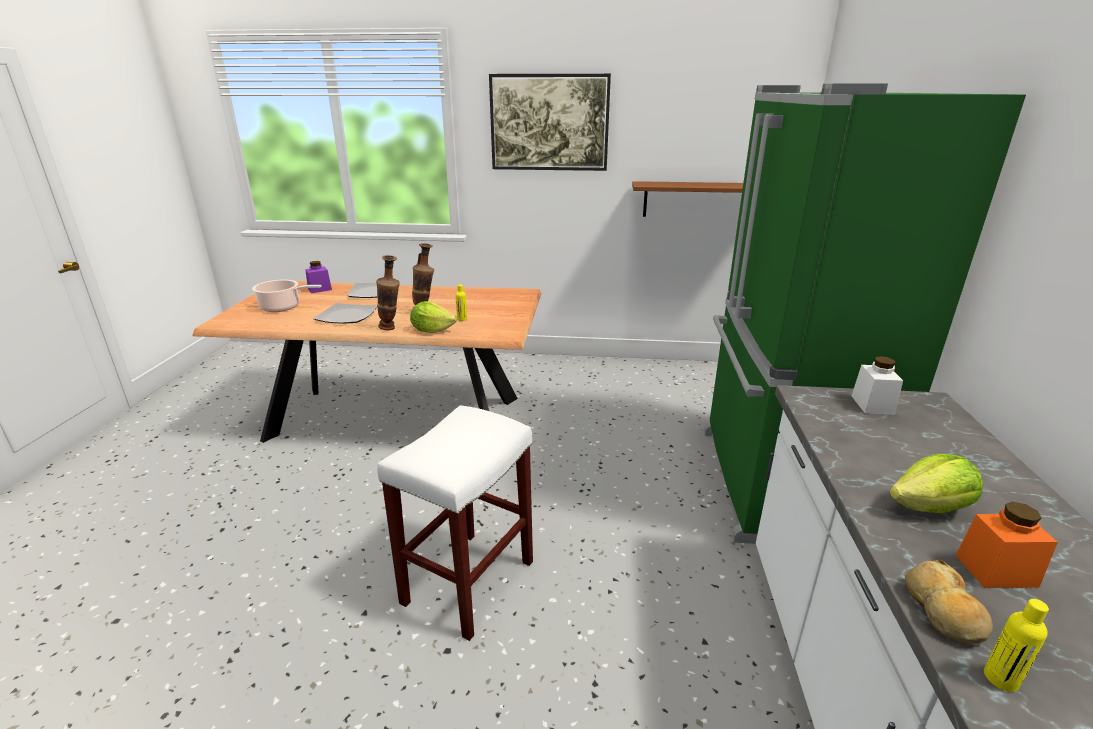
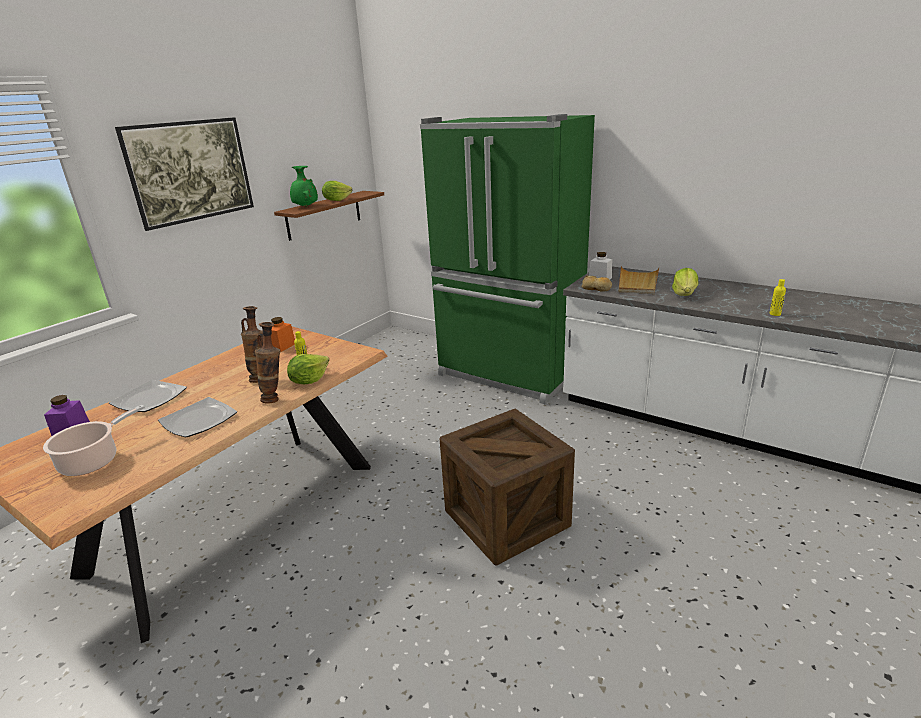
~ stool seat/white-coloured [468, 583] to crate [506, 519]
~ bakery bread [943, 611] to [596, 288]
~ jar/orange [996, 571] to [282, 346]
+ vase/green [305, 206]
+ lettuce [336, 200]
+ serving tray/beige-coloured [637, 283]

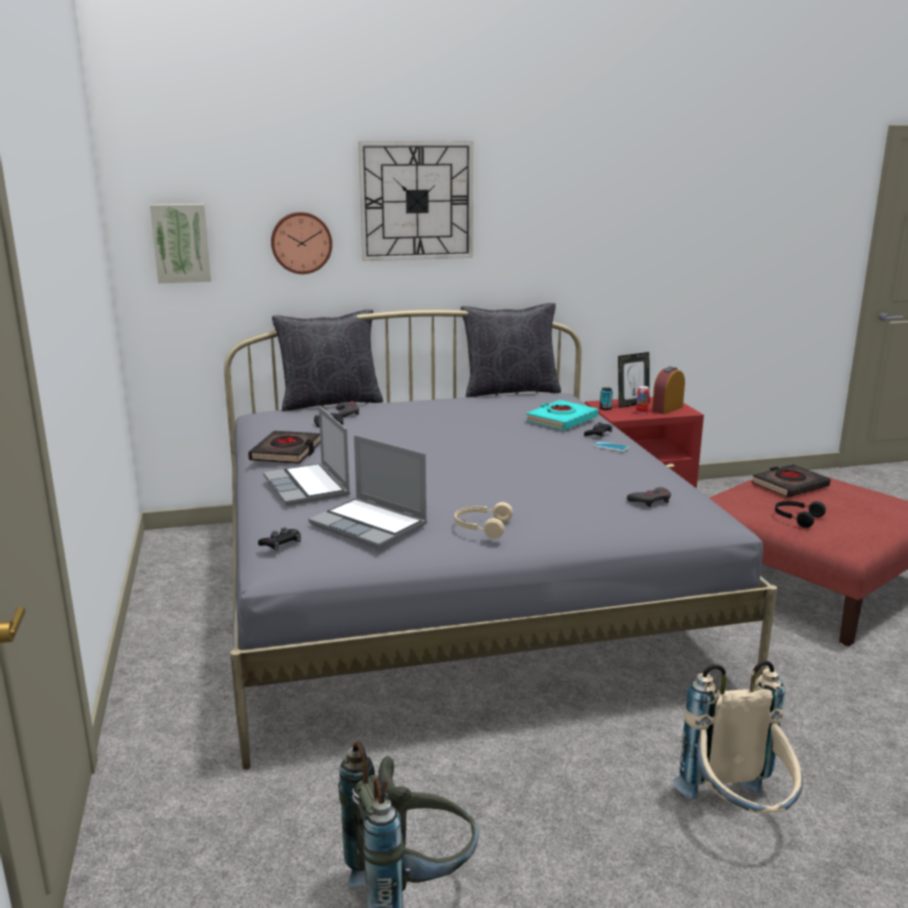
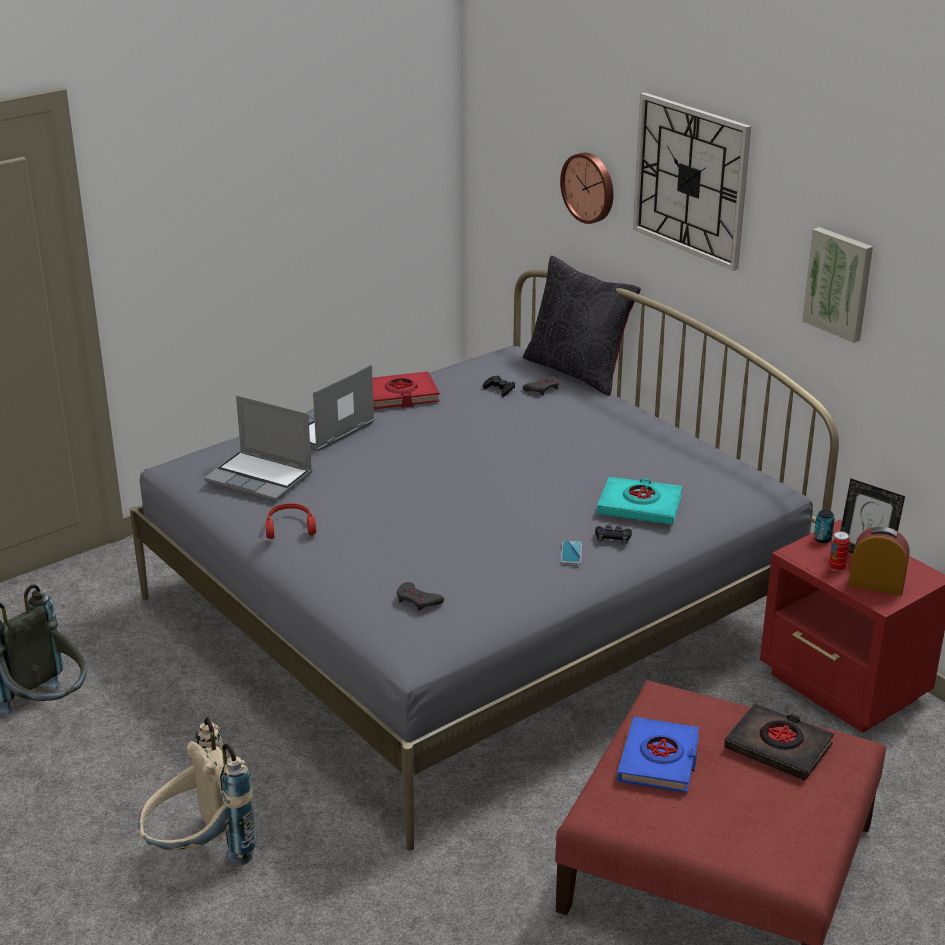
~ wall art [181, 243] to [839, 283]
~ book/black [286, 452] to book/red-coloured [401, 395]
- gamepad/black [281, 543]
~ notebook computer [370, 525] = [261, 478] 75 degrees counterclockwise
~ headphones/beige-coloured [481, 527] to headphones/red-coloured [290, 527]
- throw pillow/black [510, 391]
~ headphones/black [796, 518] to book/blue [659, 760]

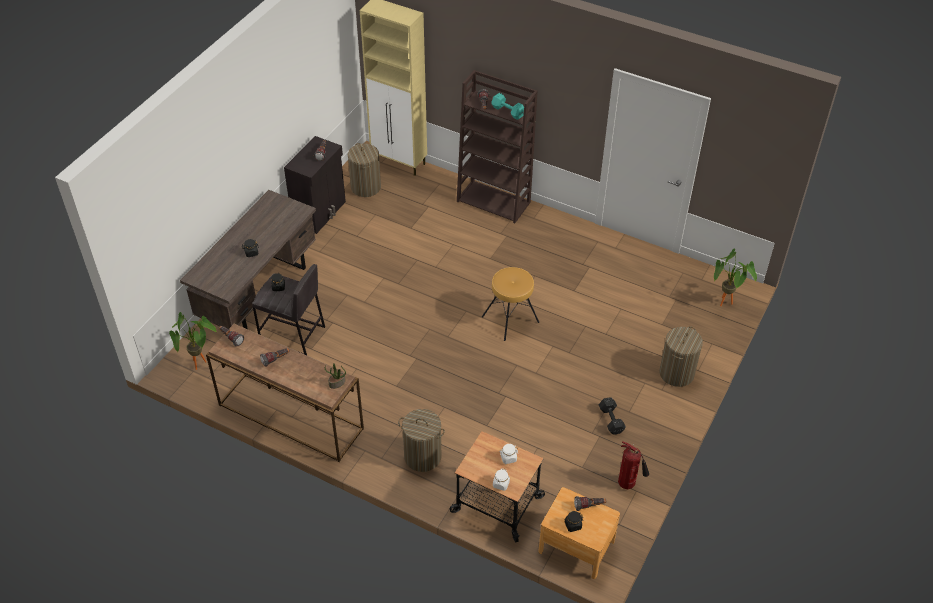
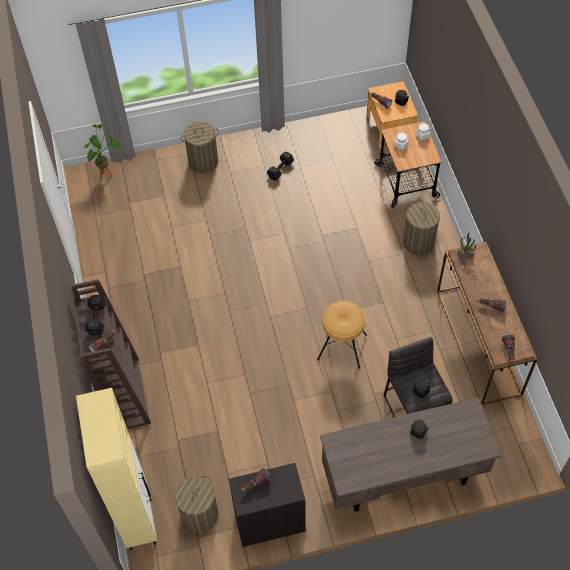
- plant in a pot [200, 366]
~ stool seat/brown-coloured [510, 319] to [342, 347]
~ dumbbell/blue-green [508, 112] to dumbbell/black [97, 318]
- fire-fighting cylinder [628, 484]

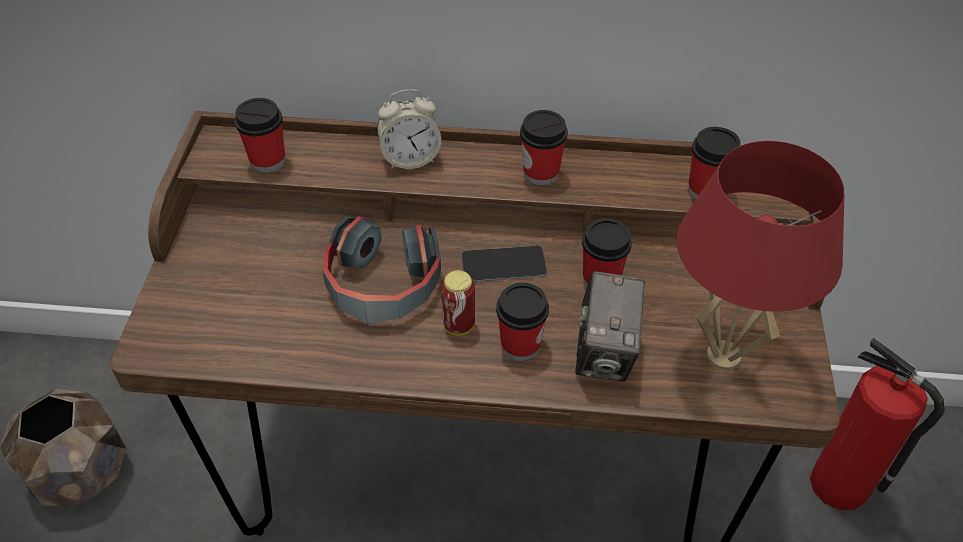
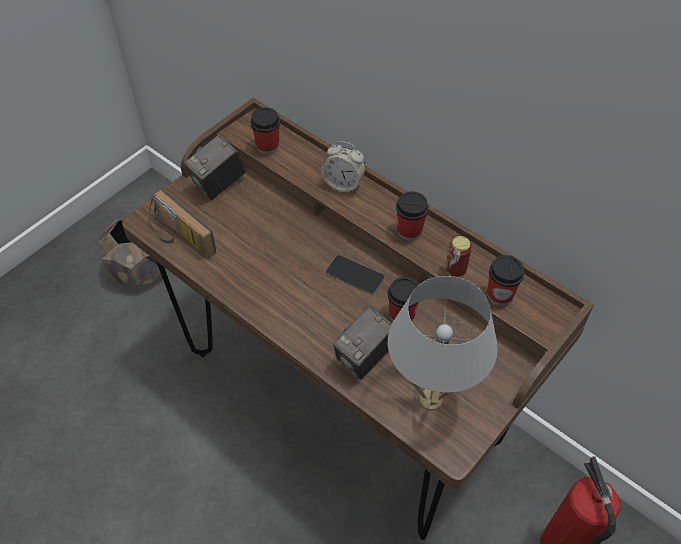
- headphones [382, 286]
~ can [459, 325] to [455, 271]
- drinking cup [520, 345]
~ tabletop lamp/red-coloured [722, 356] to tabletop lamp/white-coloured [430, 399]
+ radio [179, 237]
+ photo camera [218, 184]

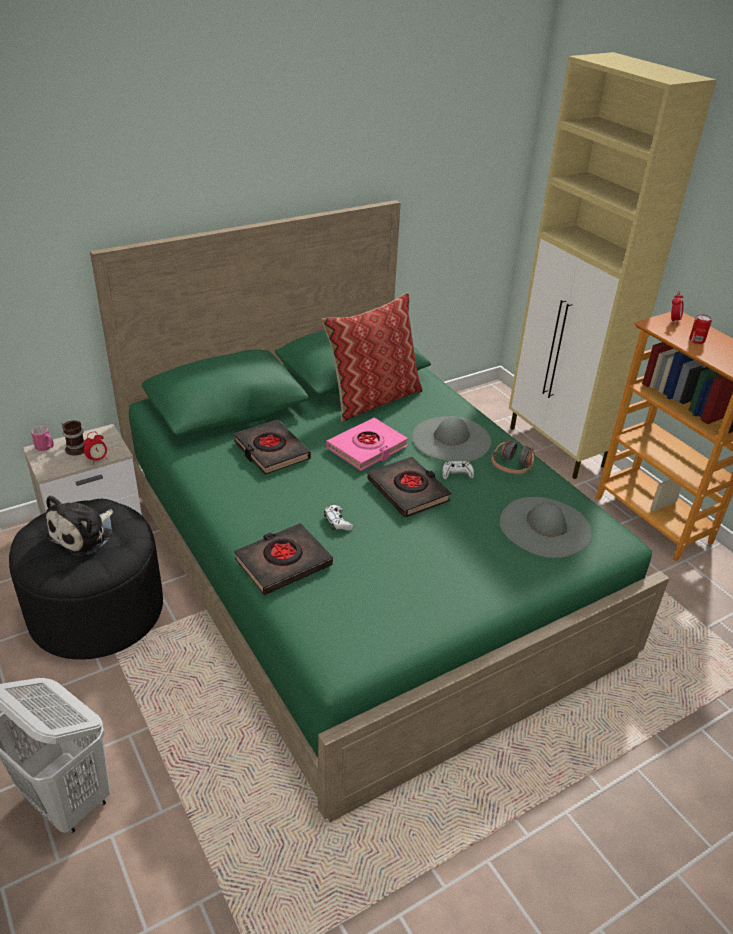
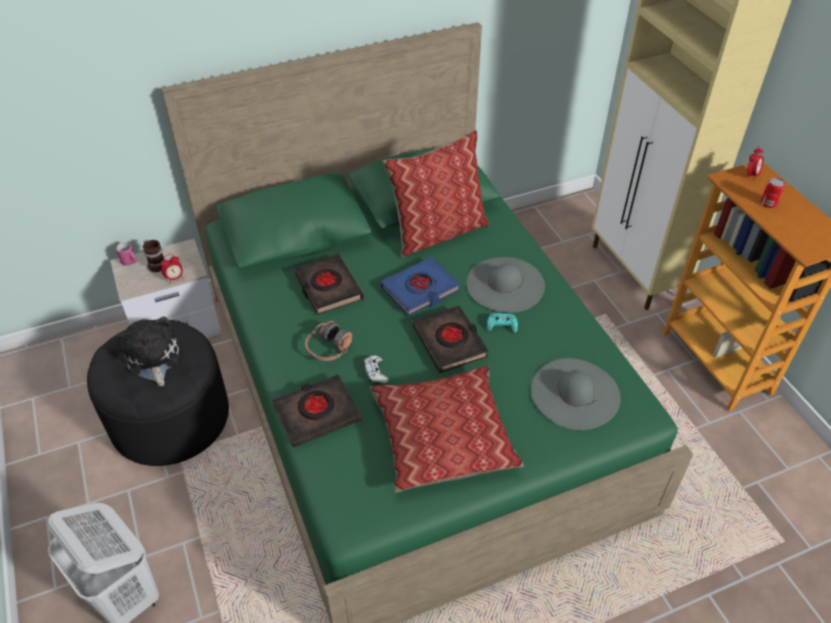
~ plush toy [84, 534] = [152, 358] 120 degrees clockwise
~ book/pink [367, 448] to book/blue [420, 290]
~ gamepad/white-coloured [457, 474] to gamepad/blue-green [501, 326]
~ headphones [511, 466] to [328, 348]
+ throw pillow [443, 436]

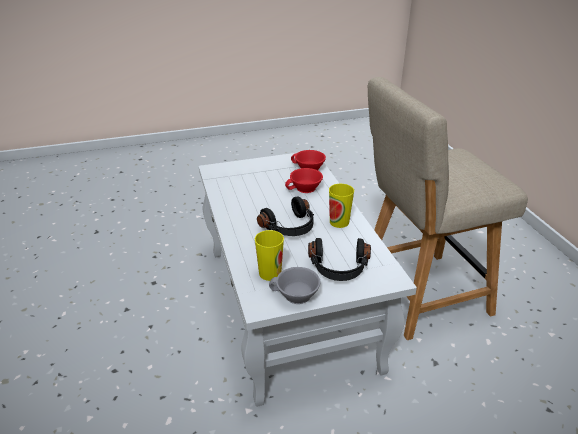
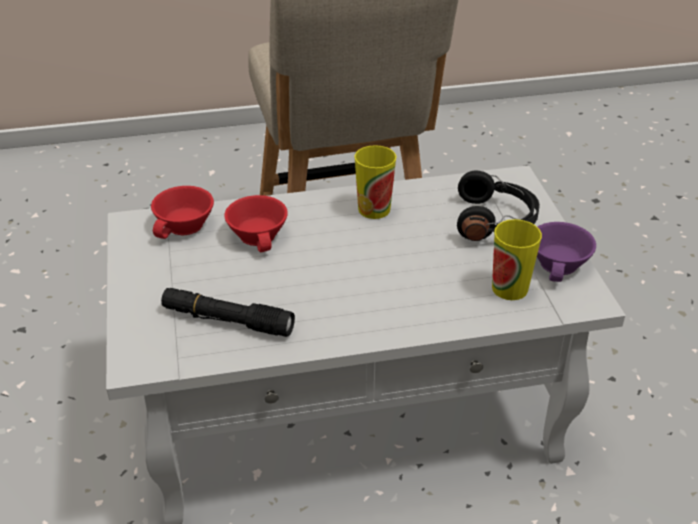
- headphones/black [290, 227]
~ drinking cup/grey [296, 296] to drinking cup/purple [561, 265]
+ torch/black [227, 320]

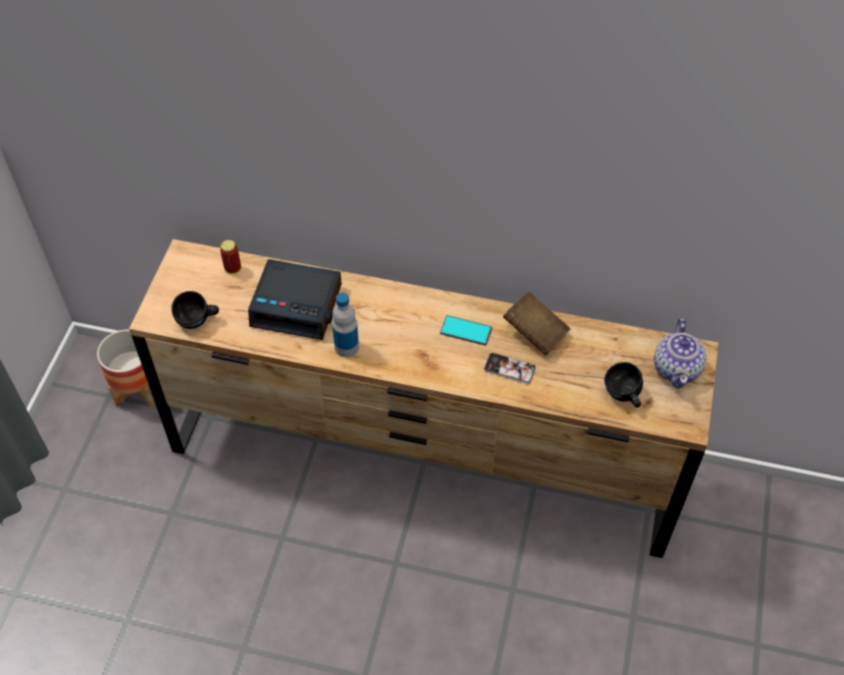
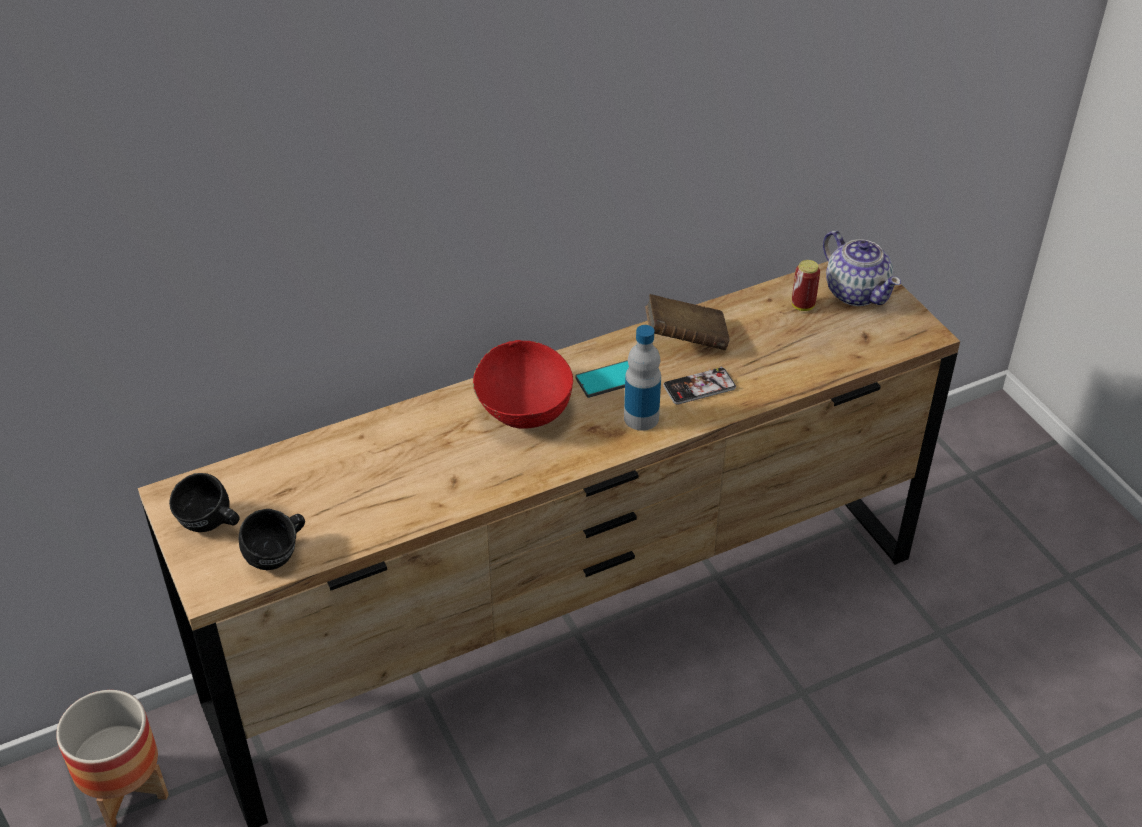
~ can [233, 269] to [803, 305]
- alarm clock [297, 305]
~ bottle [346, 347] to [641, 418]
~ coffee mug/black [622, 397] to [210, 526]
+ serving bowl/red-coloured [523, 408]

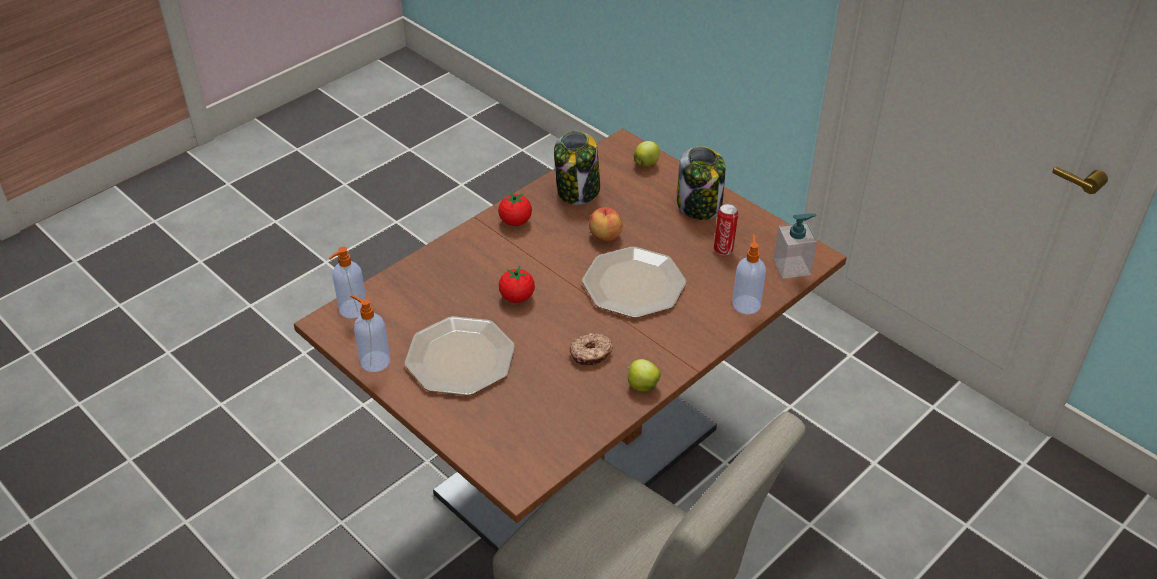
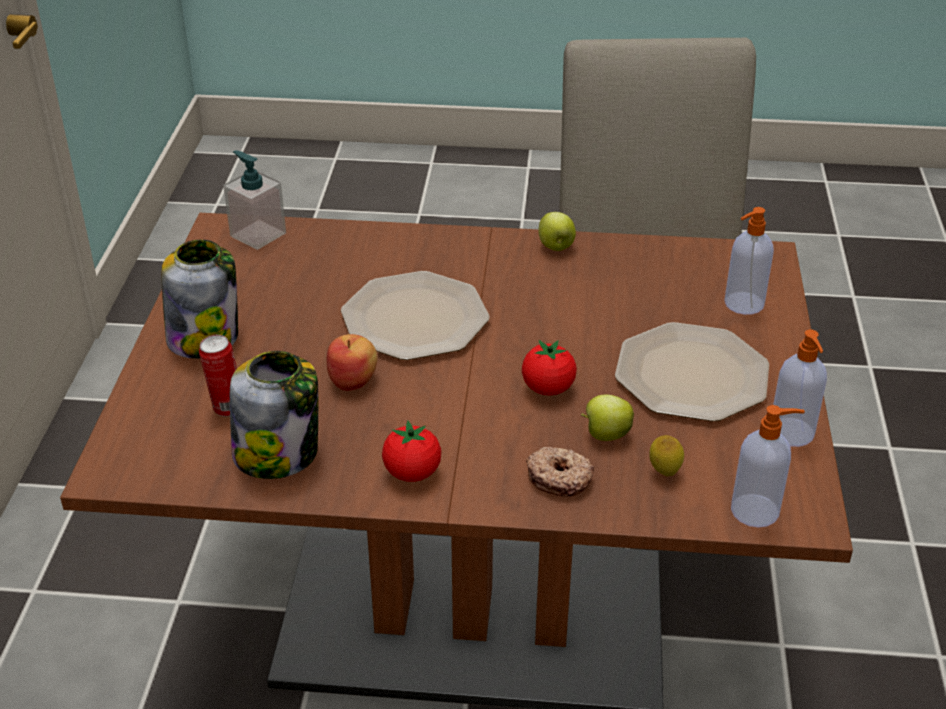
~ donut [591, 354] to [559, 478]
~ whole apple [646, 164] to [605, 434]
~ can [723, 249] to [227, 408]
~ liquid soap bottle [746, 304] to [743, 304]
+ whole lemon [664, 473]

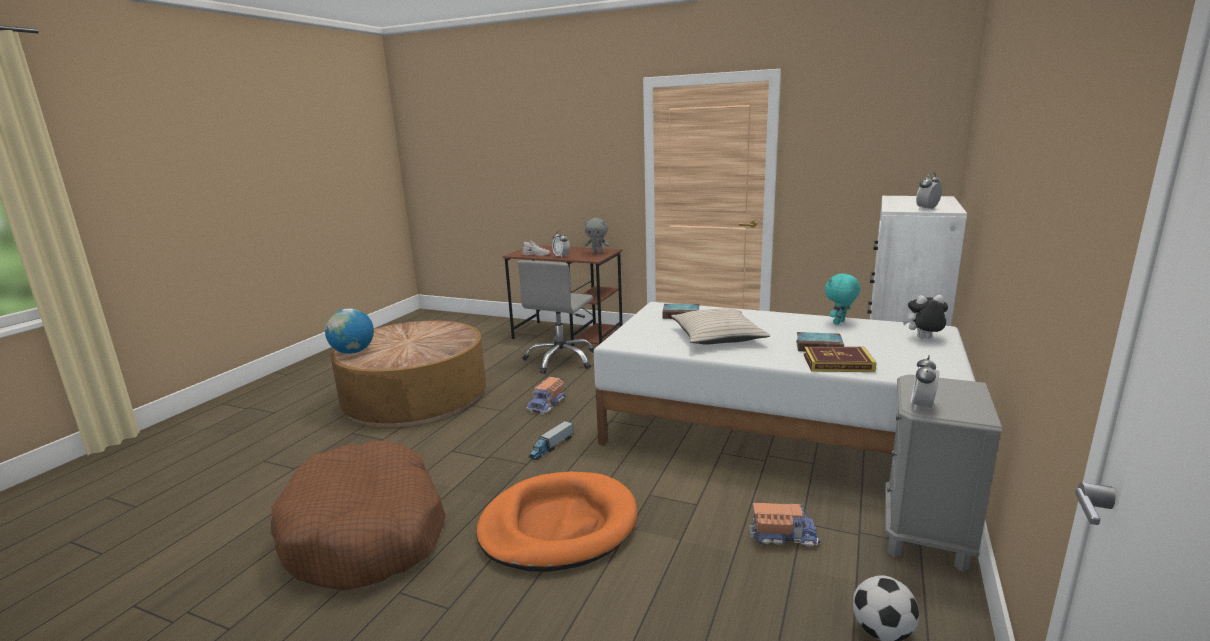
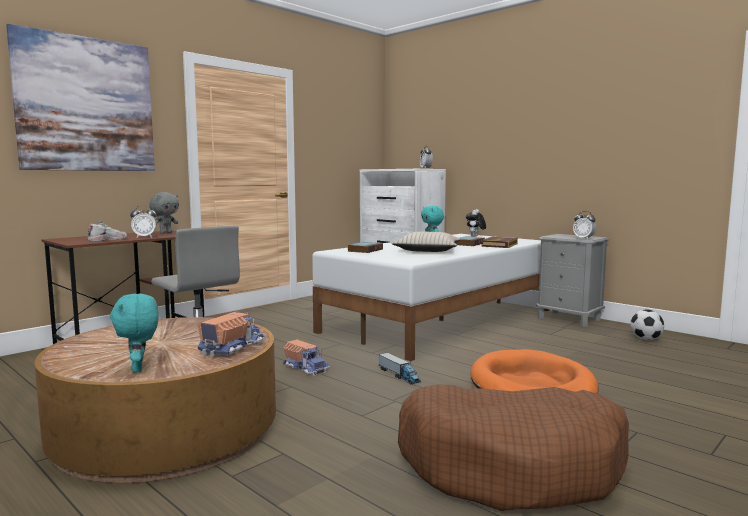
~ globe [353, 352] to plush toy/blue-green [139, 369]
~ toy lorry [783, 536] to [231, 348]
+ wall art [86, 105]

